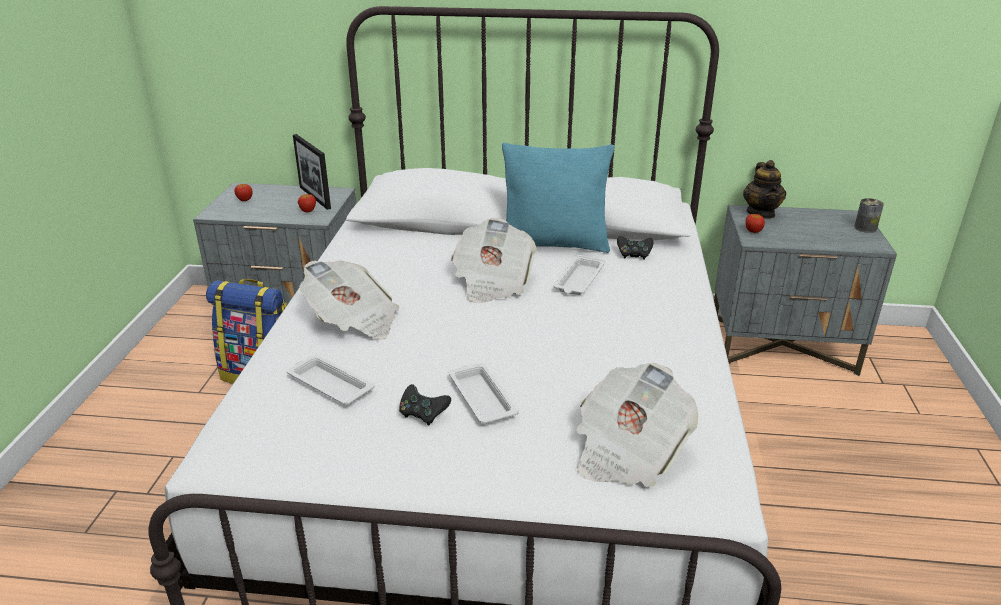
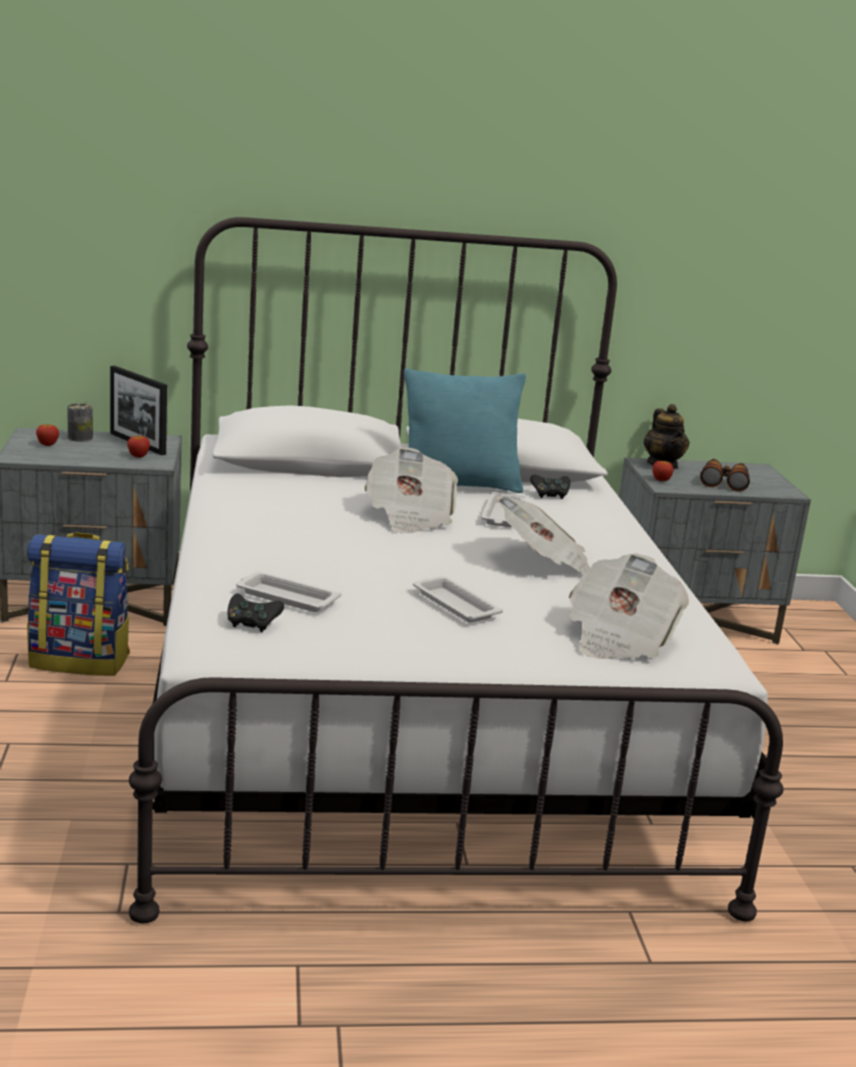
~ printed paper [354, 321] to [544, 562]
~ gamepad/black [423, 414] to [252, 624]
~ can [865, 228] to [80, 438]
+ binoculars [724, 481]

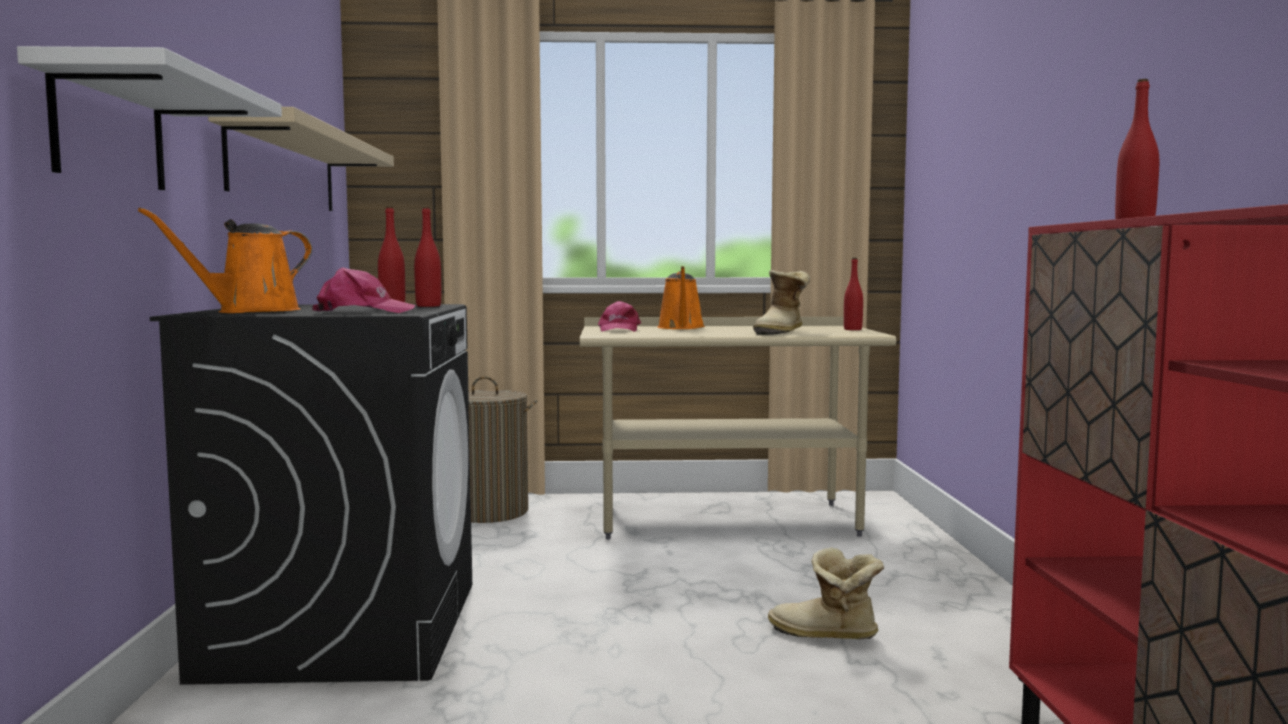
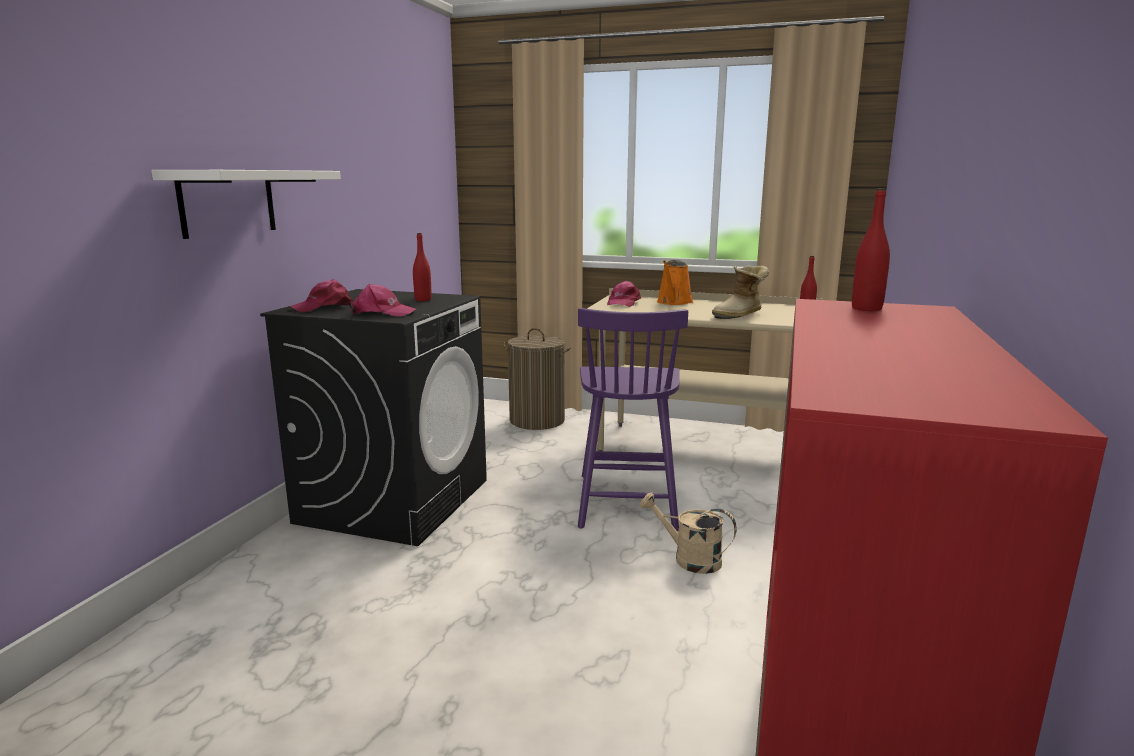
~ watering can/orange [250, 311] to cap/pink [324, 307]
- wall shelf/beige-coloured [284, 169]
- bottle/red-coloured [428, 306]
~ boot [825, 635] to watering can/beige-coloured [689, 559]
+ plain chair/purple [626, 500]

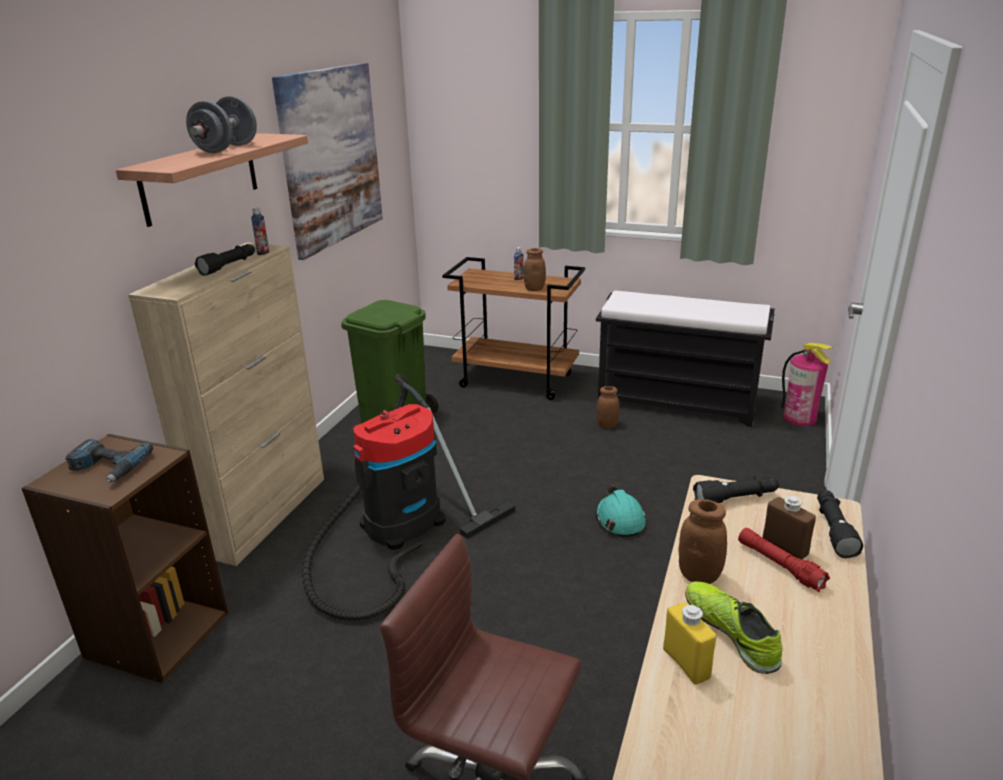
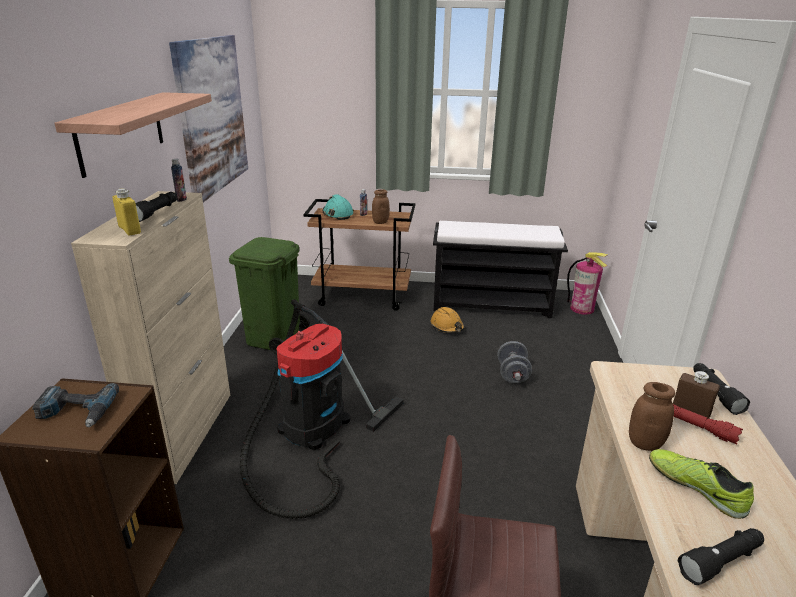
~ dumbbell/grey [226, 149] to [512, 374]
~ jar/brown-coloured [607, 425] to hard hat/orange [447, 326]
~ hard hat/blue-green [619, 519] to [337, 214]
~ bottle/yellow-coloured [686, 663] to [129, 230]
~ torch/black [736, 499] to [721, 562]

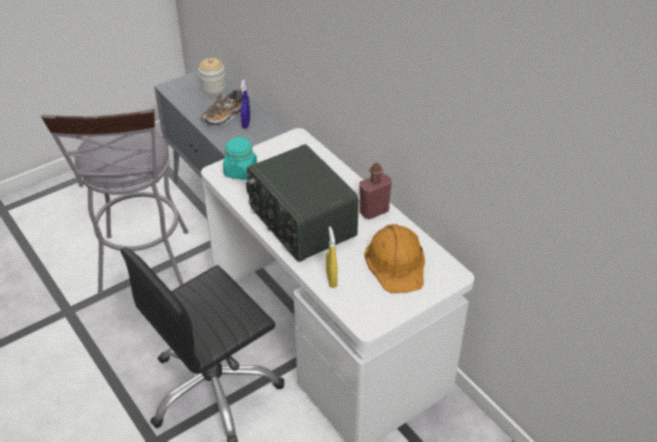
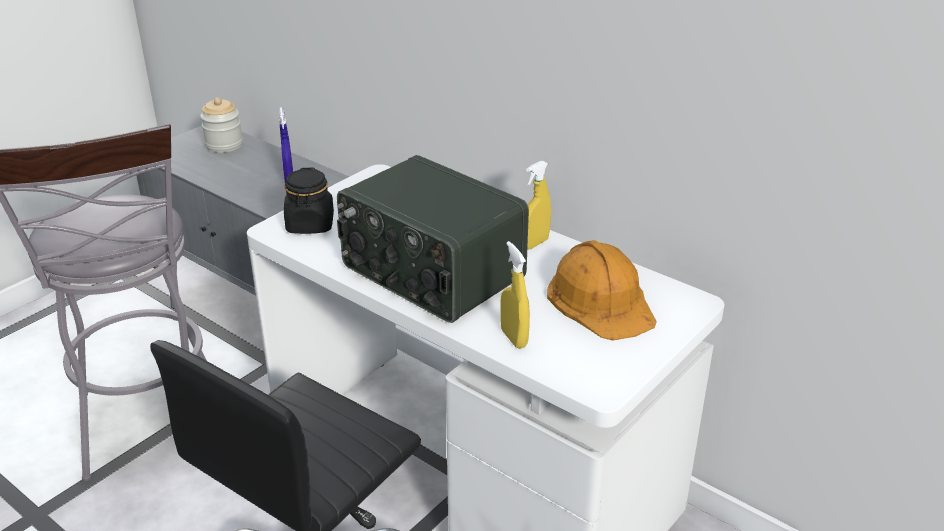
- shoe [224, 116]
~ jar/blue-green [240, 171] to jar/black [310, 225]
~ bottle/red-coloured [374, 211] to spray bottle/yellow-coloured [534, 244]

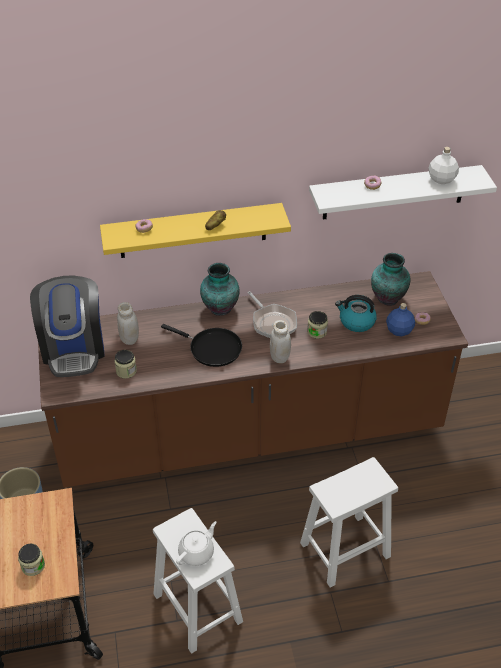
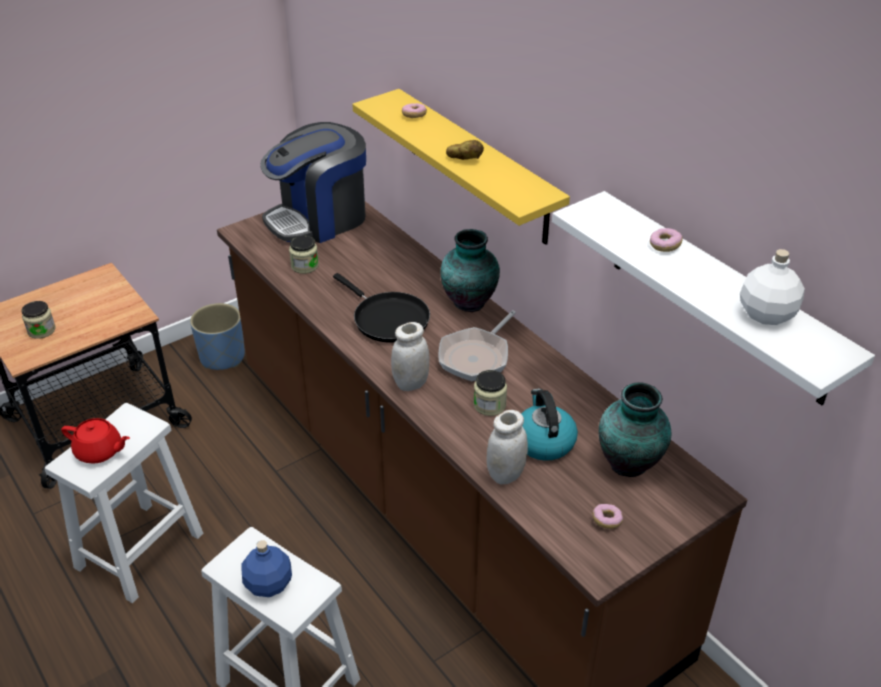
~ jar/white-coloured [129, 339] to [506, 474]
~ frying pan/black [212, 348] = [387, 318] 45 degrees counterclockwise
~ pot for tea/white-coloured [197, 552] to pot for tea/red-coloured [99, 451]
~ bottle/blue [399, 330] to [268, 585]

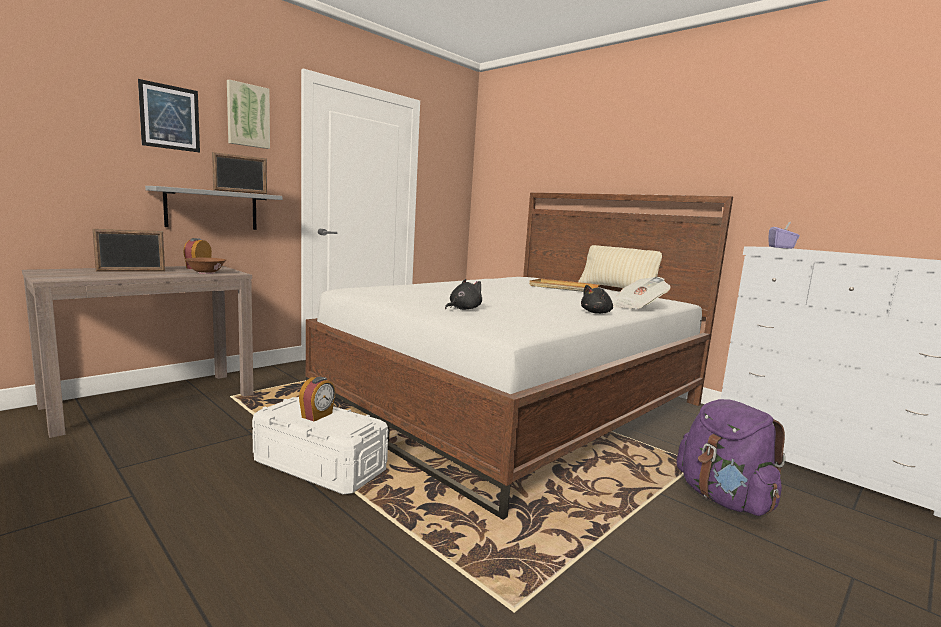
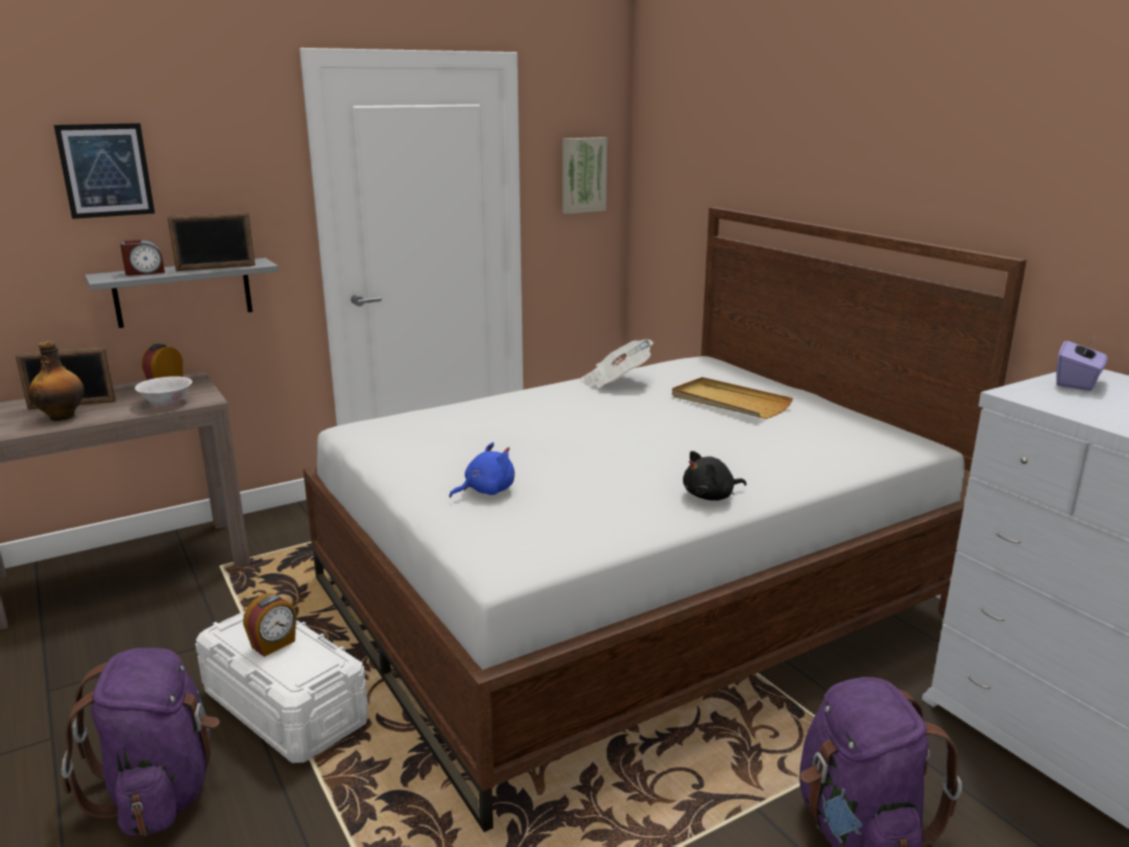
~ serving bowl/brown-coloured [206, 273] to serving bowl/white-coloured [167, 402]
~ wall art [247, 115] to [582, 175]
~ plush toy/black [463, 309] to plush toy/blue [486, 491]
- throw pillow/beige-coloured [617, 289]
~ printed paper [637, 307] to [615, 381]
+ bottle [63, 416]
+ knapsack/purple [160, 791]
+ alarm clock [145, 272]

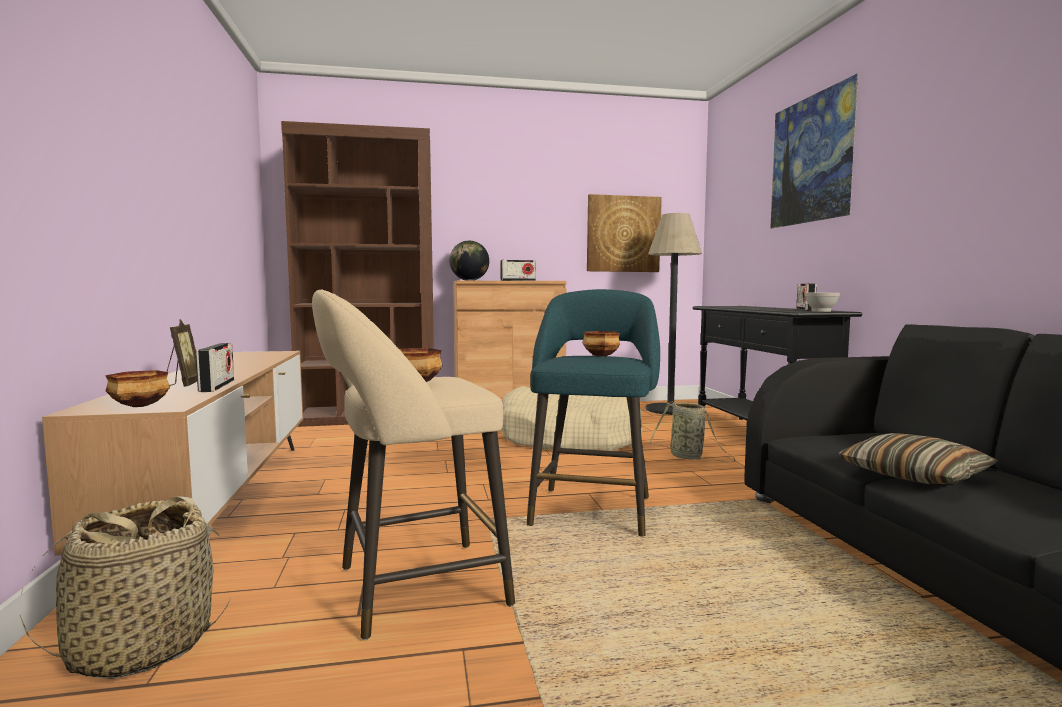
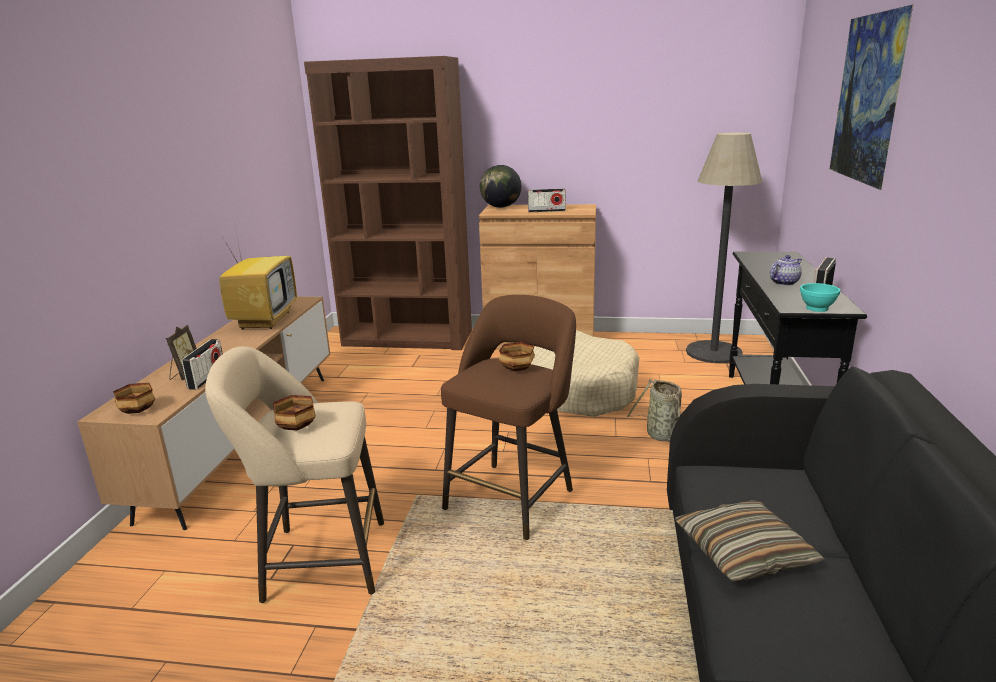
- storage basket [140, 647]
~ stool seat/blue-green [592, 508] to stool seat/brown-coloured [513, 496]
- wall art [623, 234]
~ serving bowl/white-coloured [821, 311] to serving bowl/blue-green [817, 308]
+ television [265, 320]
+ pot for tea [784, 282]

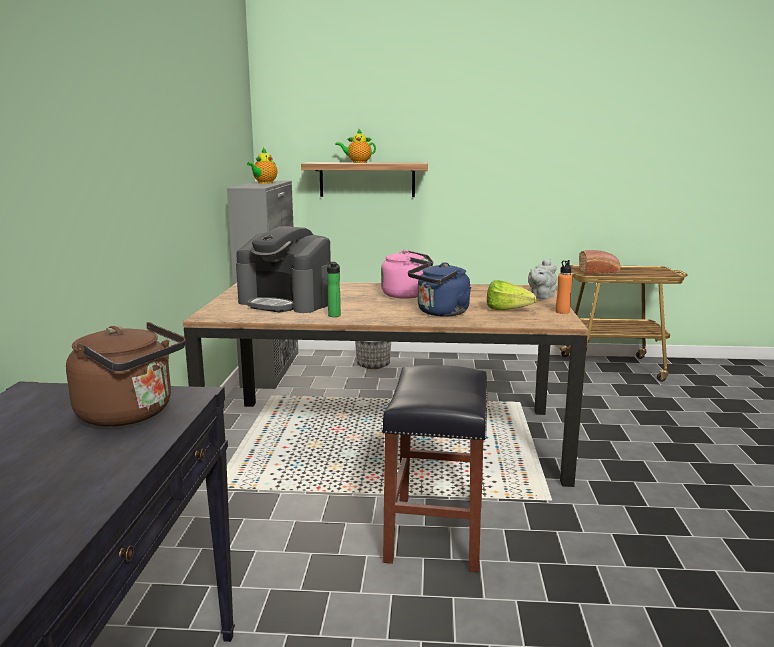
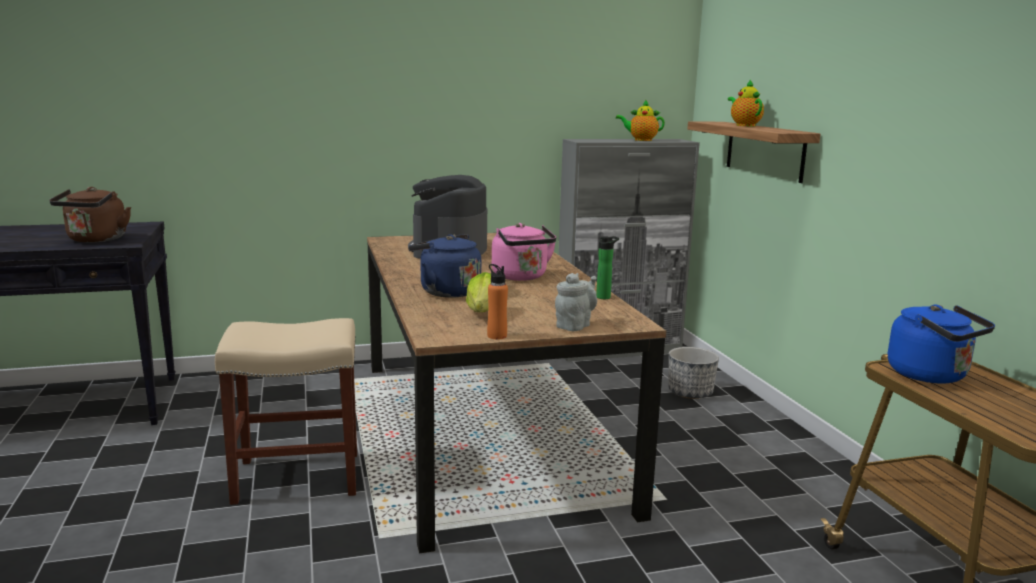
~ bottle [334, 315] to [605, 297]
~ stool seat/black [435, 530] to stool seat/beige-coloured [299, 476]
~ pot for tea/grey [541, 297] = [575, 325] 105 degrees clockwise
~ bakery bread [599, 271] to tea kettle/blue [931, 376]

